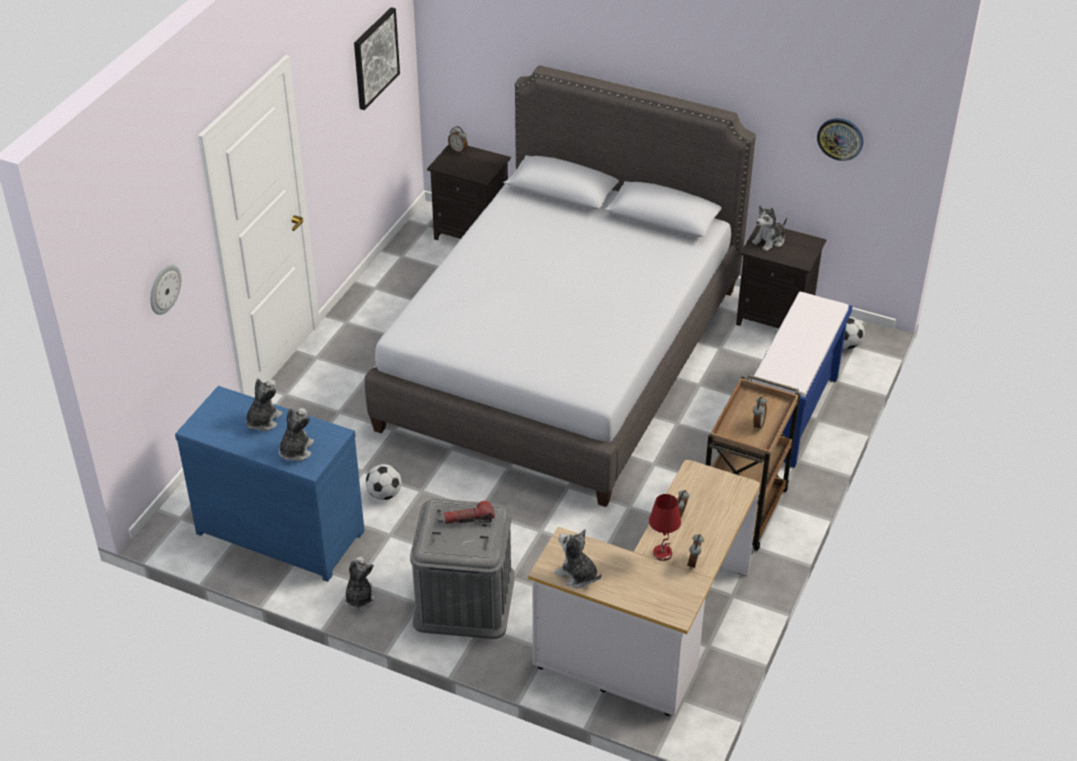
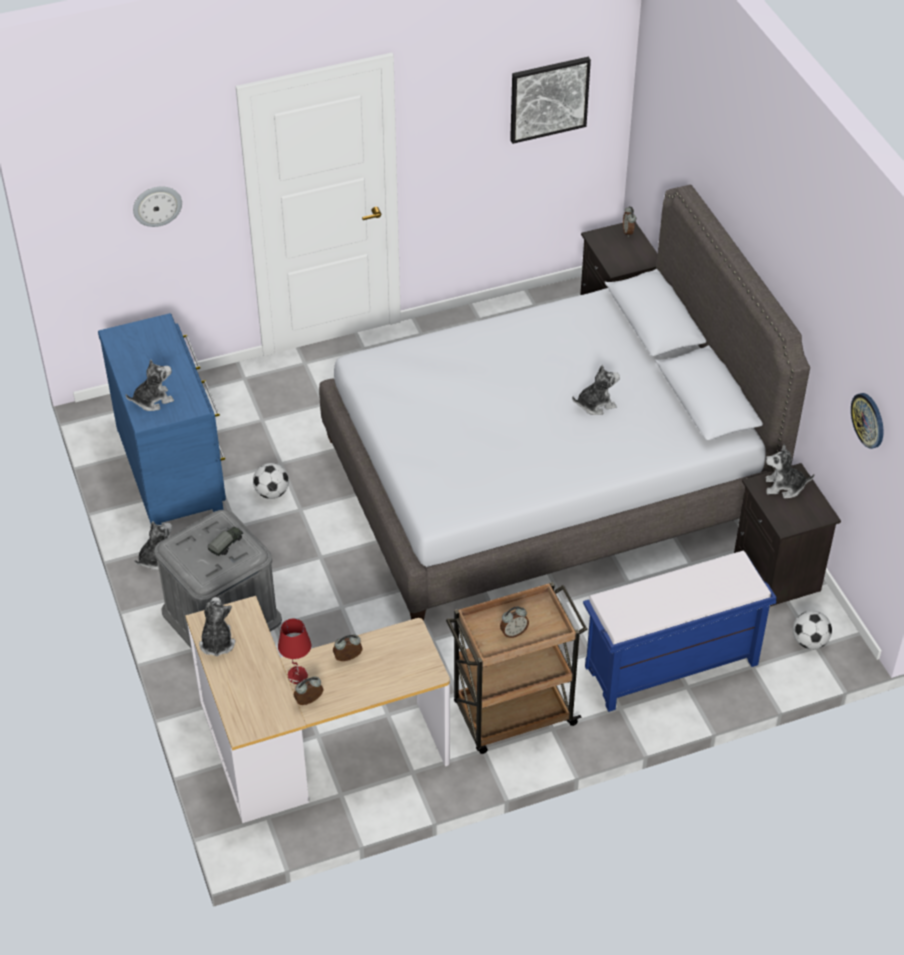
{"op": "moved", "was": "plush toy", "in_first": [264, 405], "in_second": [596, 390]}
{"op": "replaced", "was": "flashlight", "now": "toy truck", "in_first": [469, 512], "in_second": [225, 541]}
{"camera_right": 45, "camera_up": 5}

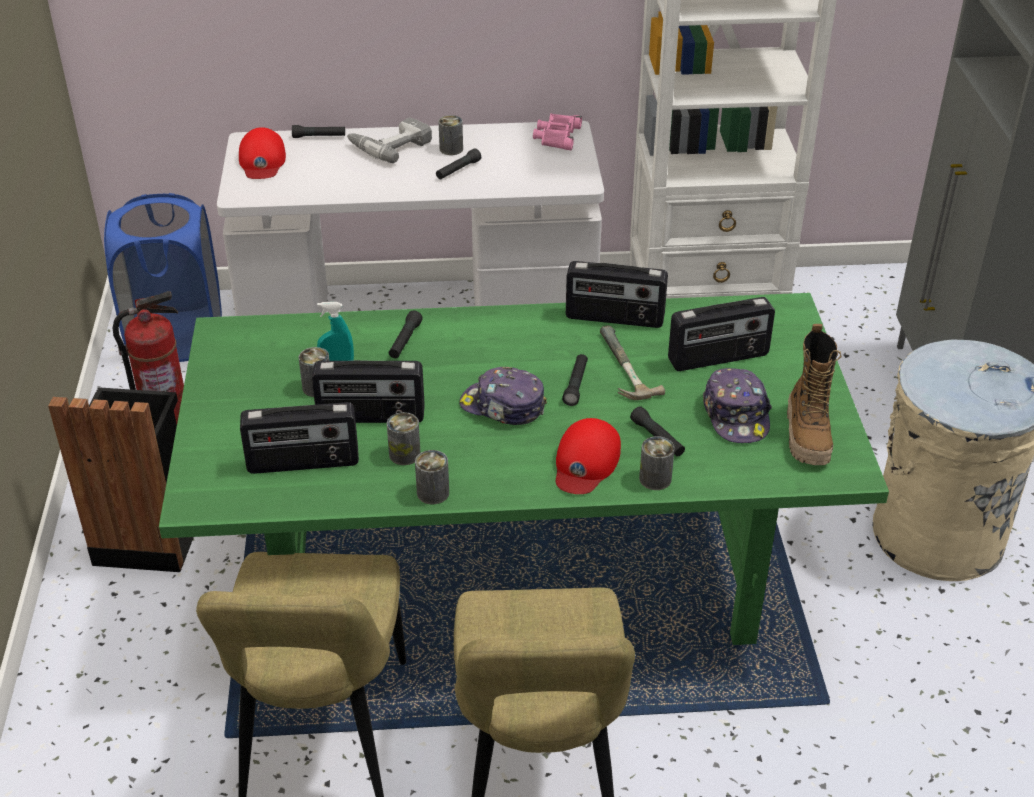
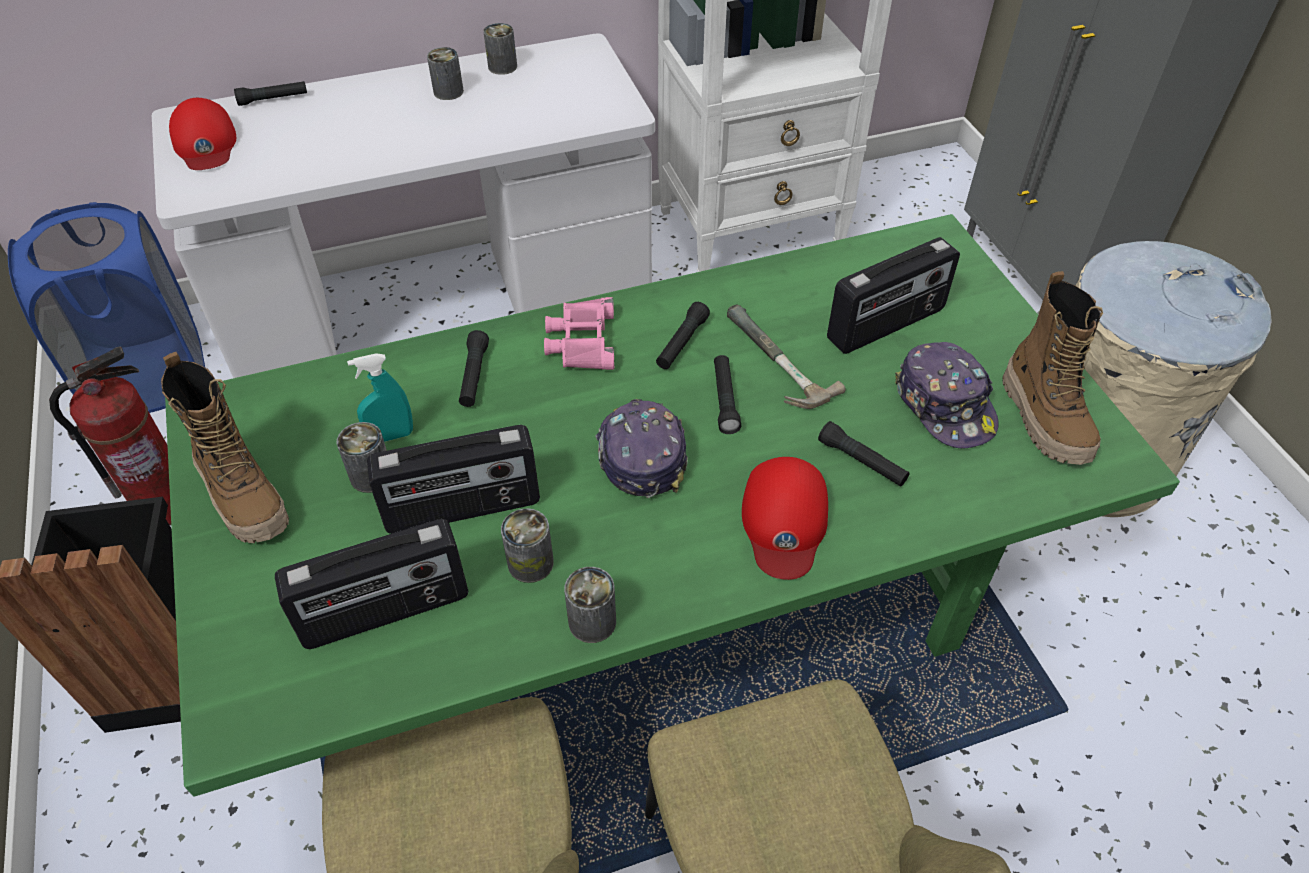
{"op": "removed", "was": "power drill", "in_first": [389, 140]}
{"op": "moved", "was": "flashlight/black", "in_first": [458, 163], "in_second": [683, 335]}
{"op": "turned", "was": "cap", "in_first": [503, 396], "in_second": [641, 448], "clockwise": 75}
{"op": "moved", "was": "binoculars/pink", "in_first": [557, 131], "in_second": [579, 333]}
{"op": "removed", "was": "radio", "in_first": [617, 294]}
{"op": "moved", "was": "can", "in_first": [657, 463], "in_second": [500, 49]}
{"op": "added", "now": "boot", "in_second": [225, 447]}
{"camera_right": -15, "camera_up": 10}

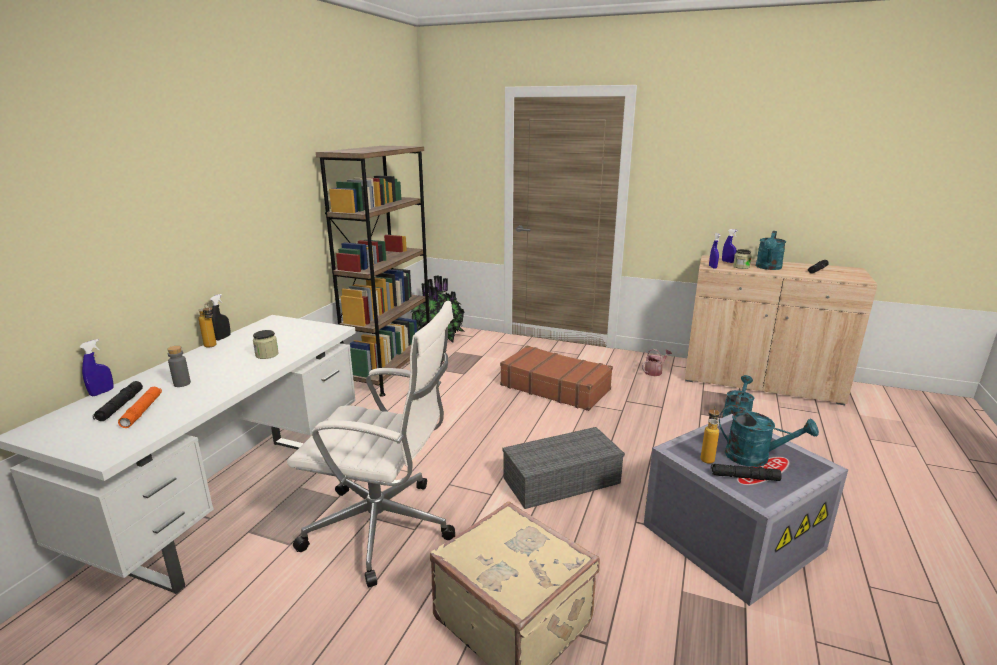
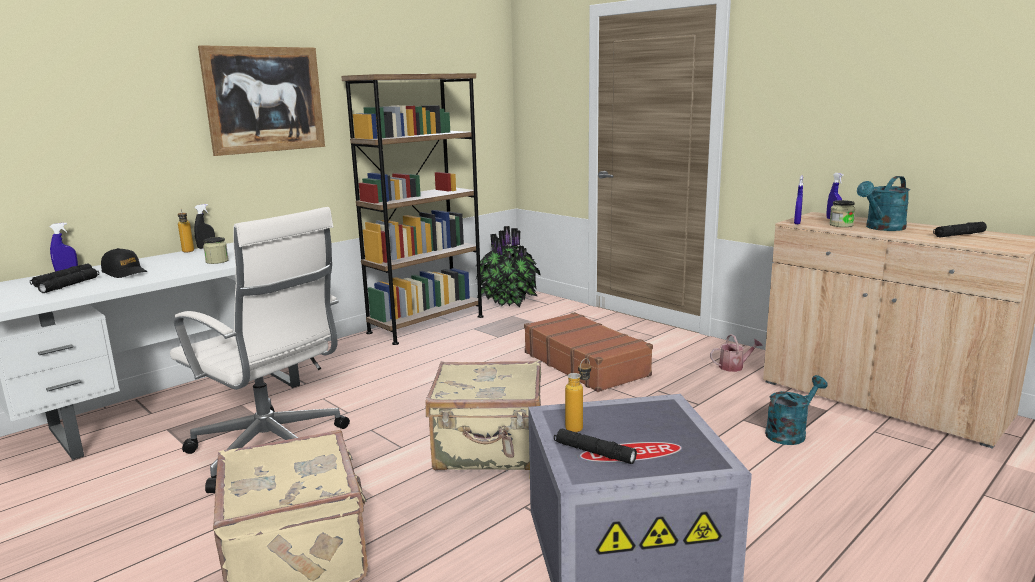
{"op": "recoloured", "was": "flashlight/orange", "now": "flashlight/black", "in_first": [140, 407], "in_second": [68, 280]}
{"op": "replaced", "was": "bottle/grey", "now": "cap/black", "in_first": [179, 366], "in_second": [124, 263]}
{"op": "replaced", "was": "storage box/grey", "now": "suitcase/beige", "in_first": [564, 468], "in_second": [483, 415]}
{"op": "removed", "was": "watering can/turquoise", "in_first": [769, 436]}
{"op": "added", "now": "picture", "in_second": [261, 100]}
{"camera_right": 25, "camera_up": -5}

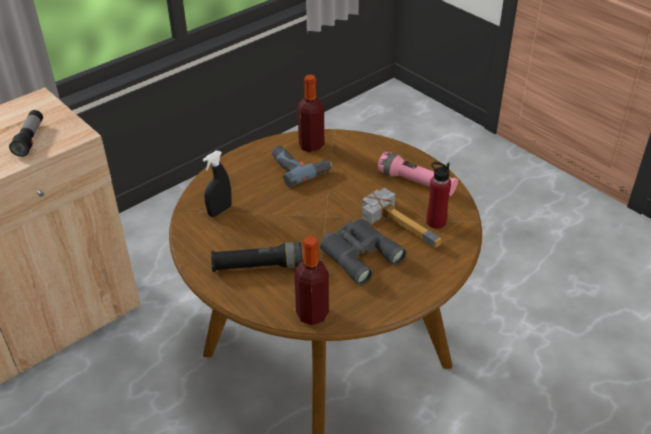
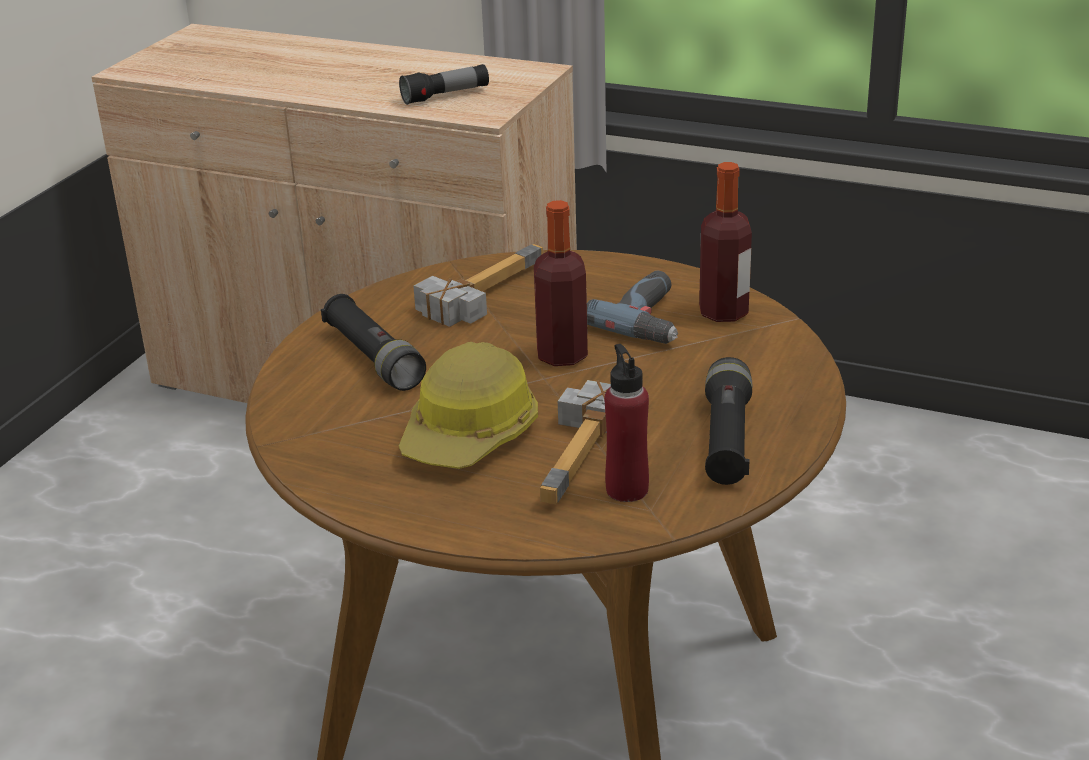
{"op": "replaced", "was": "spray bottle/black", "now": "hammer", "in_first": [217, 184], "in_second": [478, 285]}
{"op": "moved", "was": "bottle", "in_first": [311, 280], "in_second": [561, 283]}
{"op": "replaced", "was": "binoculars/grey", "now": "hard hat", "in_first": [363, 252], "in_second": [468, 405]}
{"op": "recoloured", "was": "flashlight/pink", "now": "flashlight/black", "in_first": [418, 174], "in_second": [728, 421]}
{"camera_right": 65, "camera_up": -10}

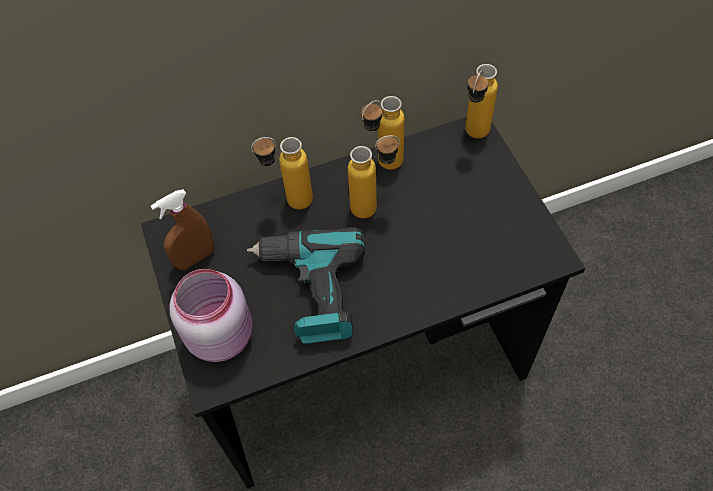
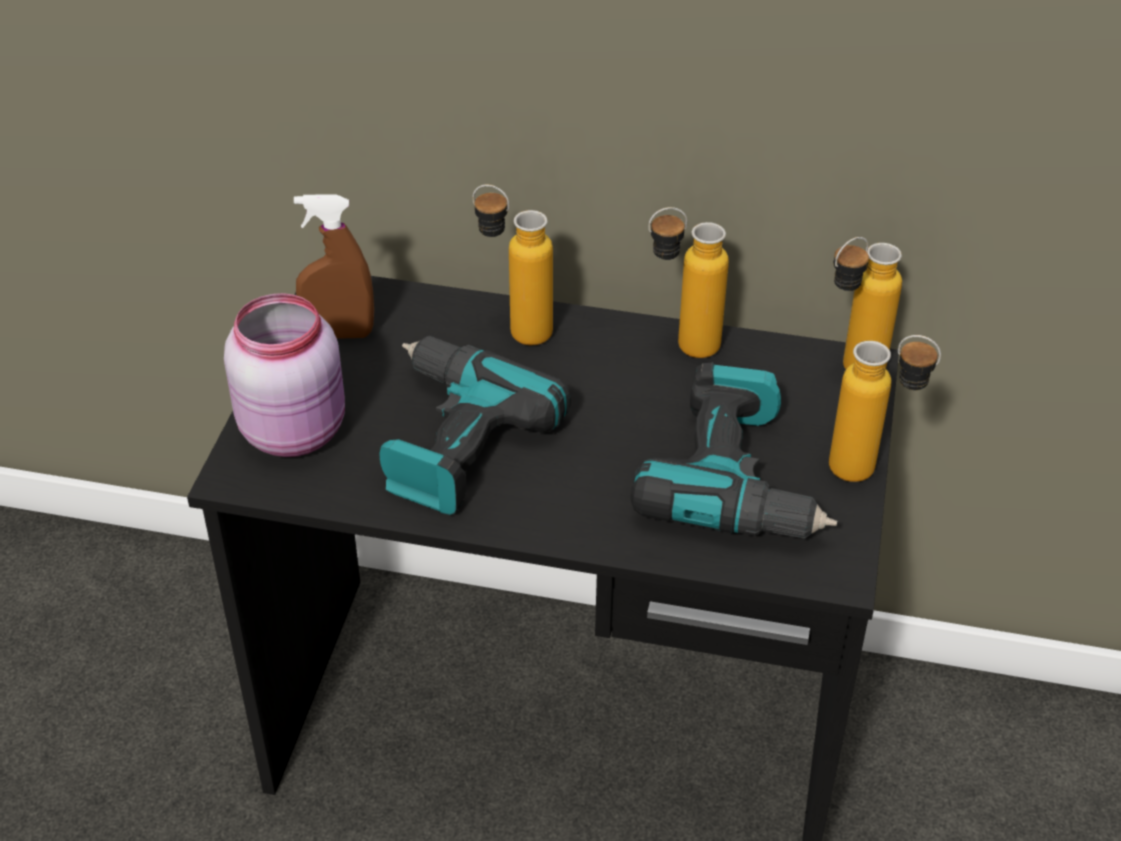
{"op": "moved", "was": "bottle", "in_first": [374, 176], "in_second": [885, 408]}
{"op": "added", "now": "power drill", "in_second": [733, 450]}
{"camera_right": 30, "camera_up": -15}

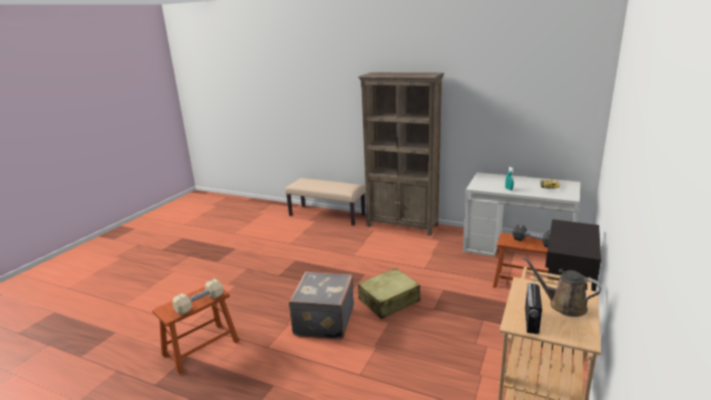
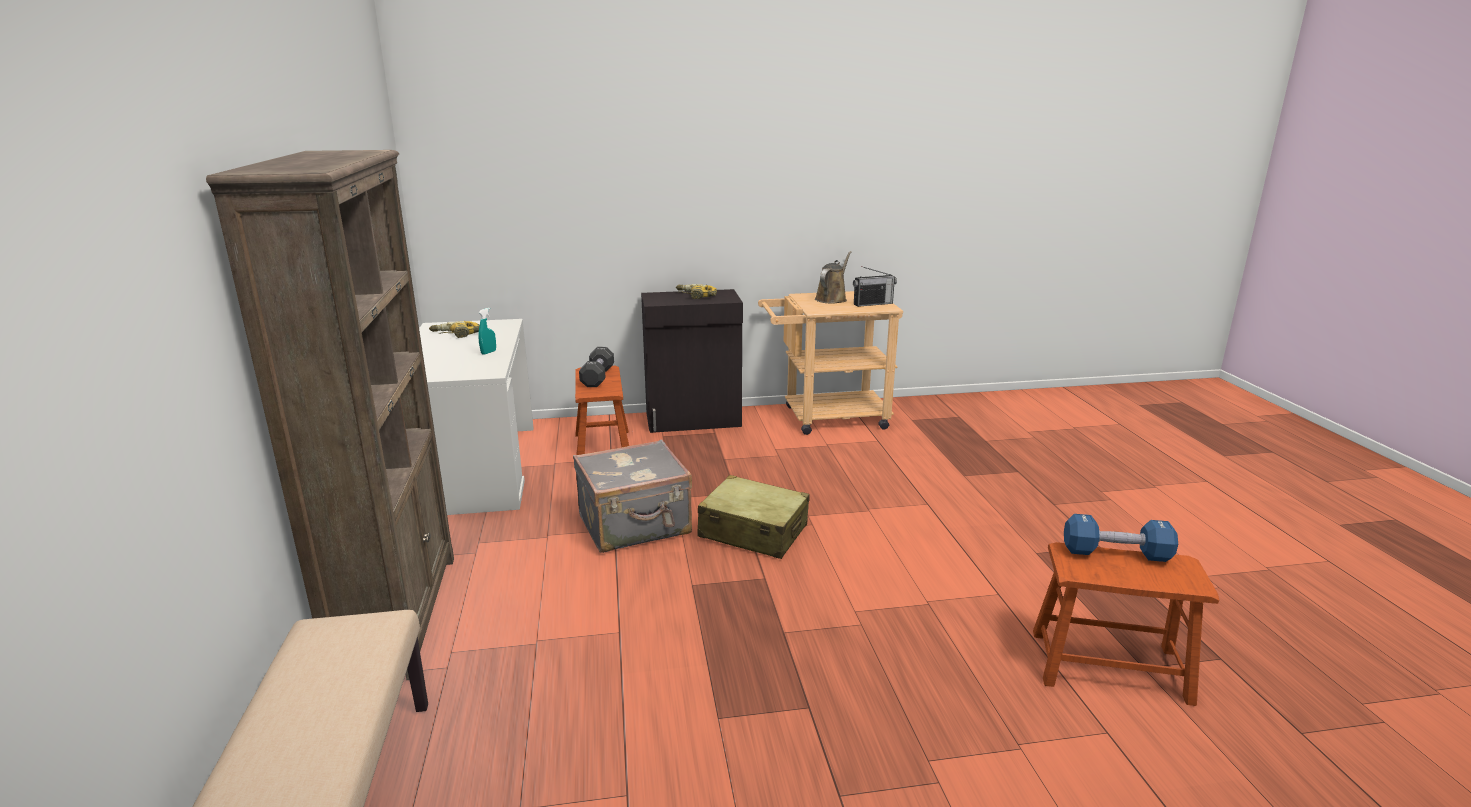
{"op": "recoloured", "was": "dumbbell/beige", "now": "dumbbell/blue", "in_first": [197, 297], "in_second": [1121, 538]}
{"op": "moved", "was": "suitcase/grey", "in_first": [321, 305], "in_second": [632, 496]}
{"op": "turned", "was": "watering can/brown", "in_first": [562, 287], "in_second": [833, 277], "clockwise": -150}
{"op": "added", "now": "power drill", "in_second": [696, 291]}
{"camera_right": -125, "camera_up": 0}

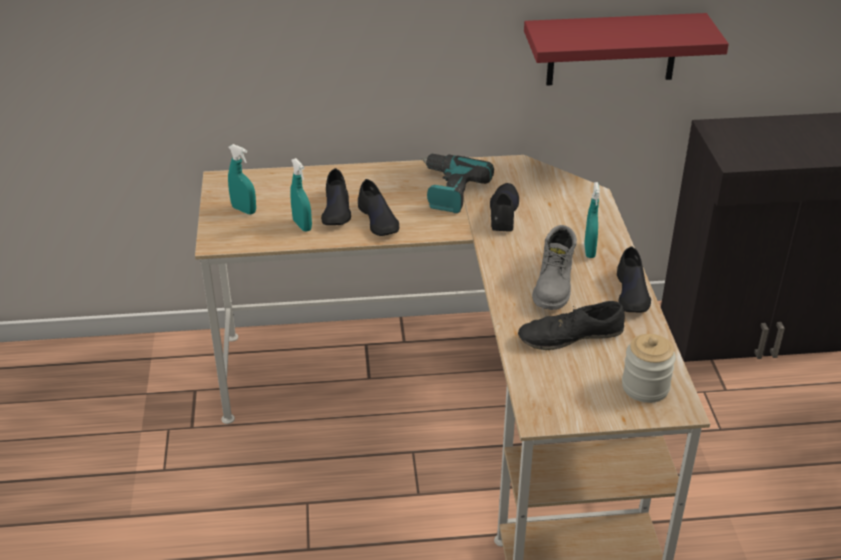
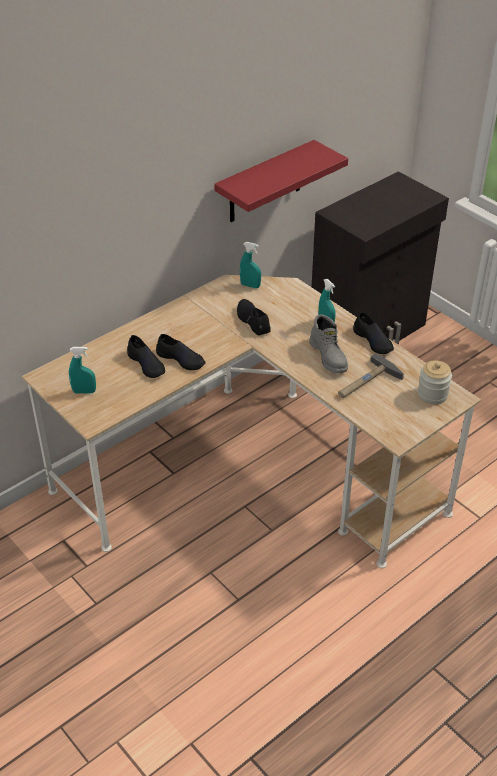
{"op": "moved", "was": "spray bottle/turquoise", "in_first": [301, 195], "in_second": [250, 265]}
{"op": "removed", "was": "power drill", "in_first": [457, 183]}
{"op": "replaced", "was": "shoe/black", "now": "hammer", "in_first": [571, 325], "in_second": [371, 375]}
{"camera_right": -35, "camera_up": 5}

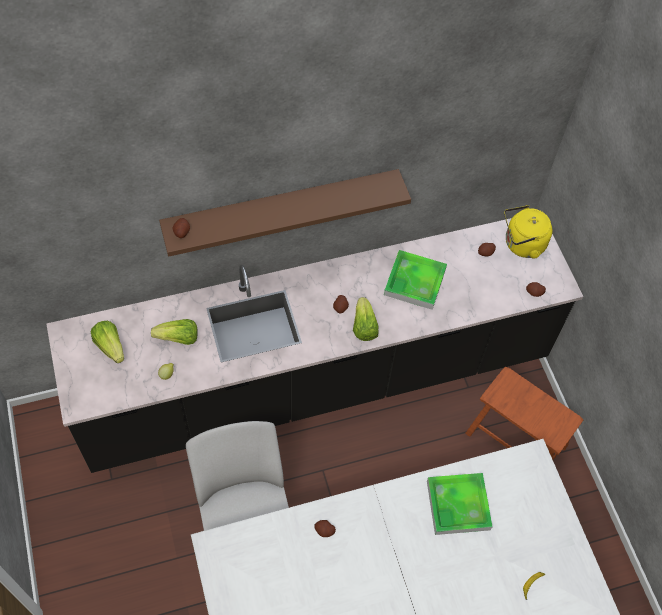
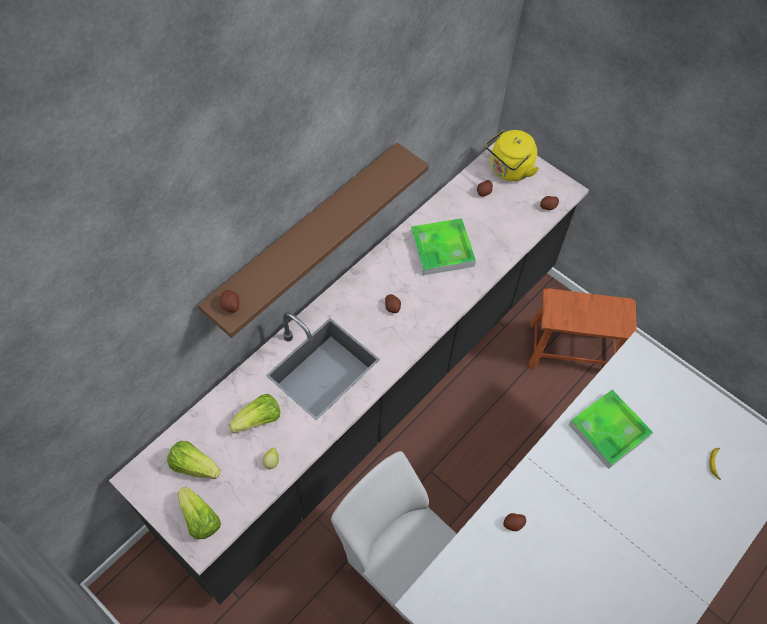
{"op": "moved", "was": "lettuce", "in_first": [366, 319], "in_second": [199, 513]}
{"camera_right": -30, "camera_up": 0}

